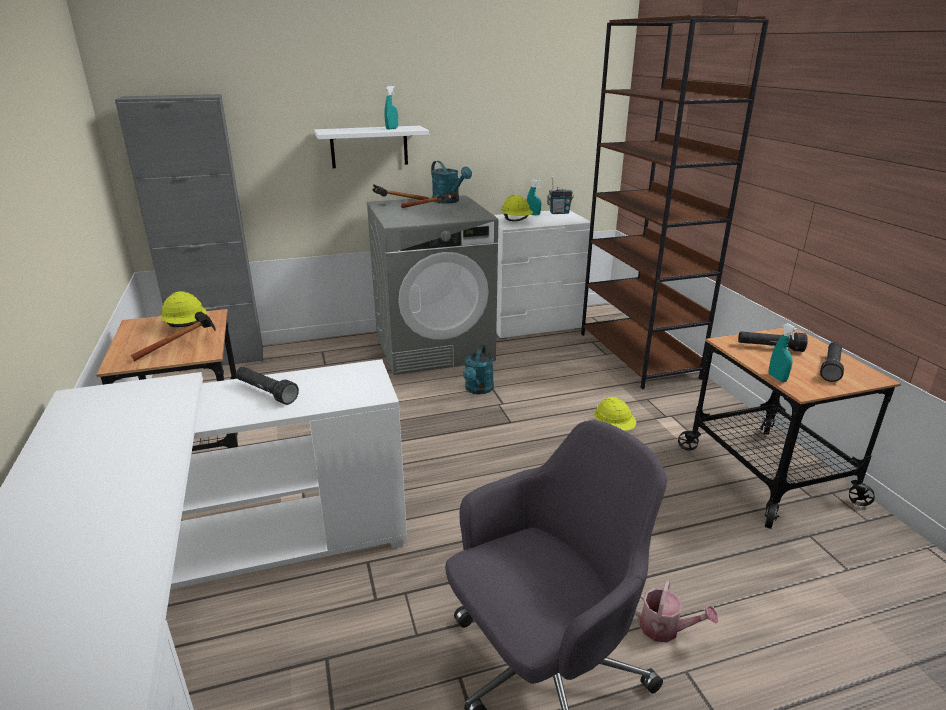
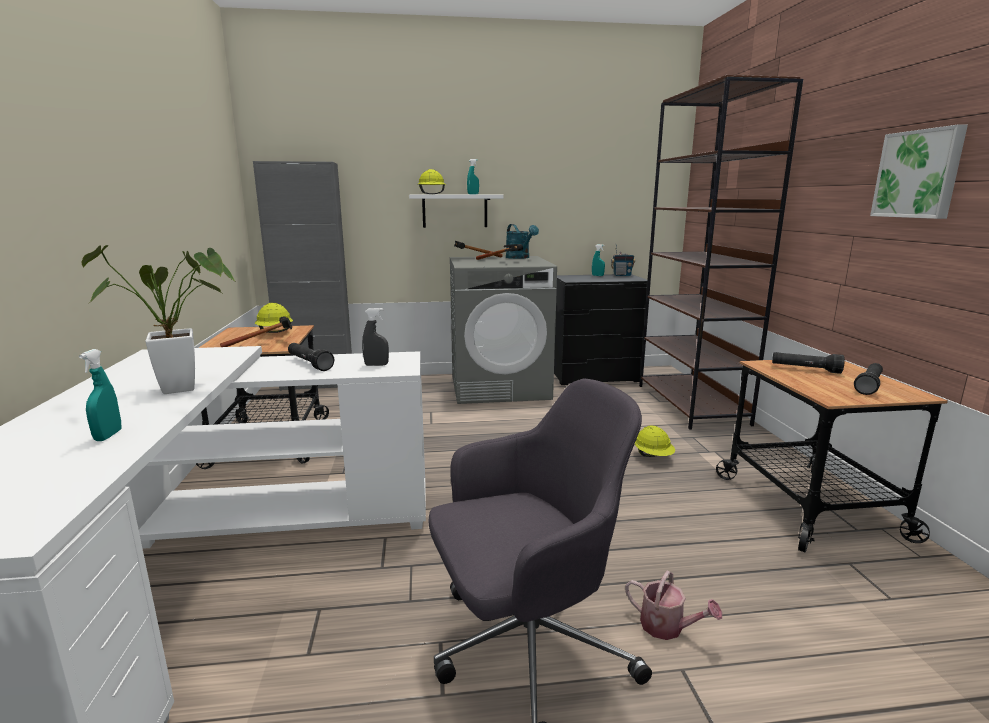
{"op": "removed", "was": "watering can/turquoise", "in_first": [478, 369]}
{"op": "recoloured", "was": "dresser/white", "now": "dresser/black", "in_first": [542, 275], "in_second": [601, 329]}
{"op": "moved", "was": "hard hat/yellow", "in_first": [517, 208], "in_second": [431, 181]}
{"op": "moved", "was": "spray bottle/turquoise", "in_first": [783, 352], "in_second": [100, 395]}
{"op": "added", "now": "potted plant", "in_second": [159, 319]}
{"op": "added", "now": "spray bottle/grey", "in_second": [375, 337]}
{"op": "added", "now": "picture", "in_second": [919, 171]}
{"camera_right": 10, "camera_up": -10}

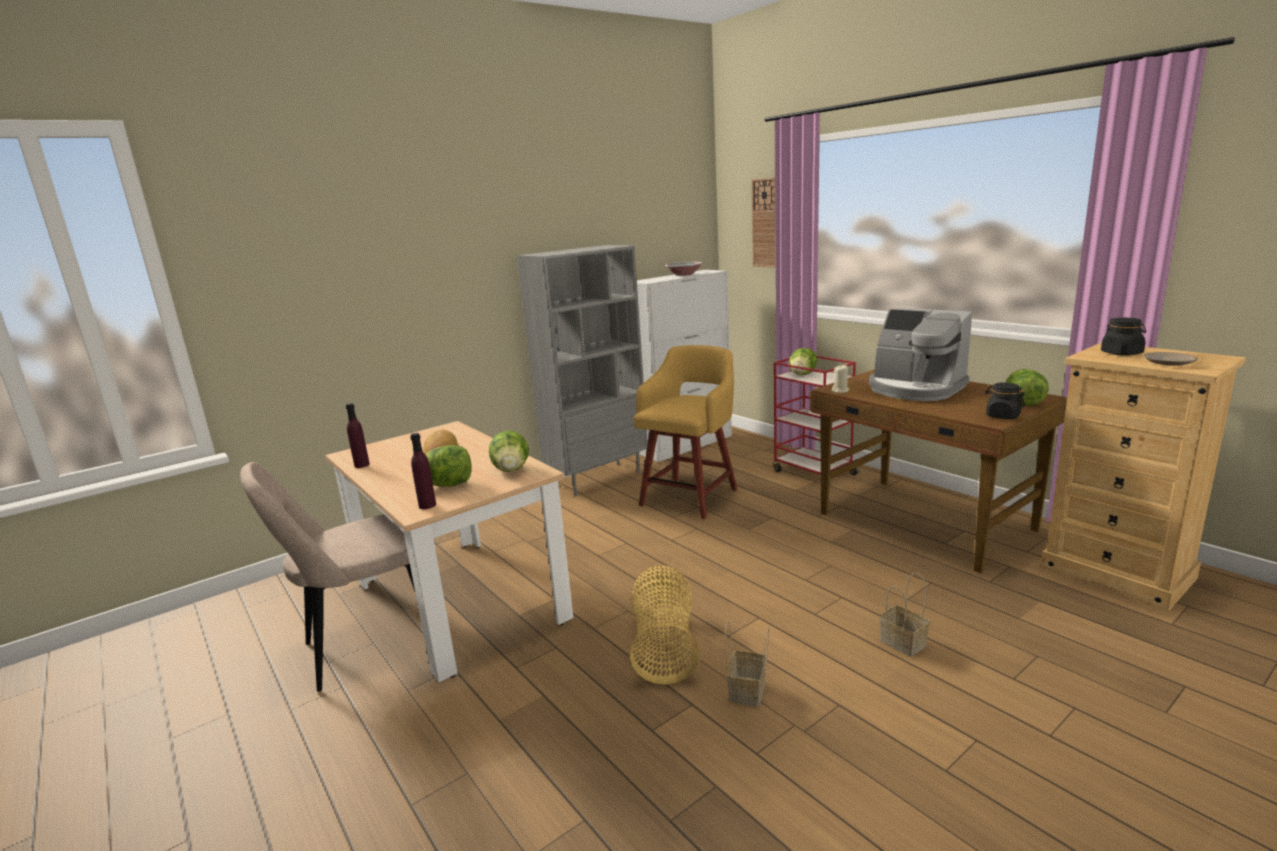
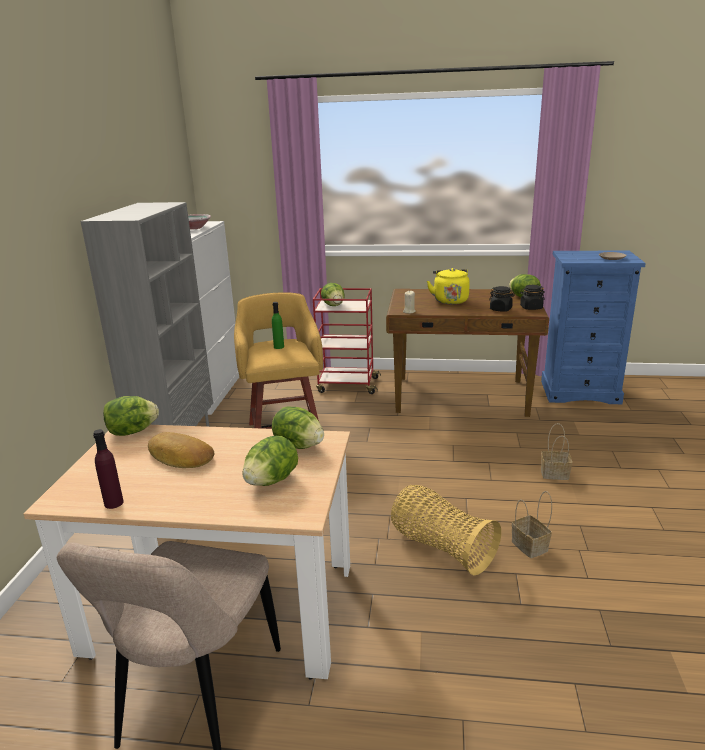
{"op": "removed", "was": "bottle/purple", "in_first": [423, 471]}
{"op": "removed", "was": "wall clock", "in_first": [764, 222]}
{"op": "replaced", "was": "coffee machine", "now": "kettle/yellow", "in_first": [920, 354], "in_second": [448, 286]}
{"op": "recoloured", "was": "dresser/beige", "now": "dresser/blue", "in_first": [1143, 477], "in_second": [593, 327]}
{"op": "moved", "was": "jar/black", "in_first": [1123, 337], "in_second": [502, 299]}
{"op": "added", "now": "lettuce", "in_second": [131, 416]}
{"op": "added", "now": "bottle/green", "in_second": [278, 325]}
{"camera_right": -45, "camera_up": 5}

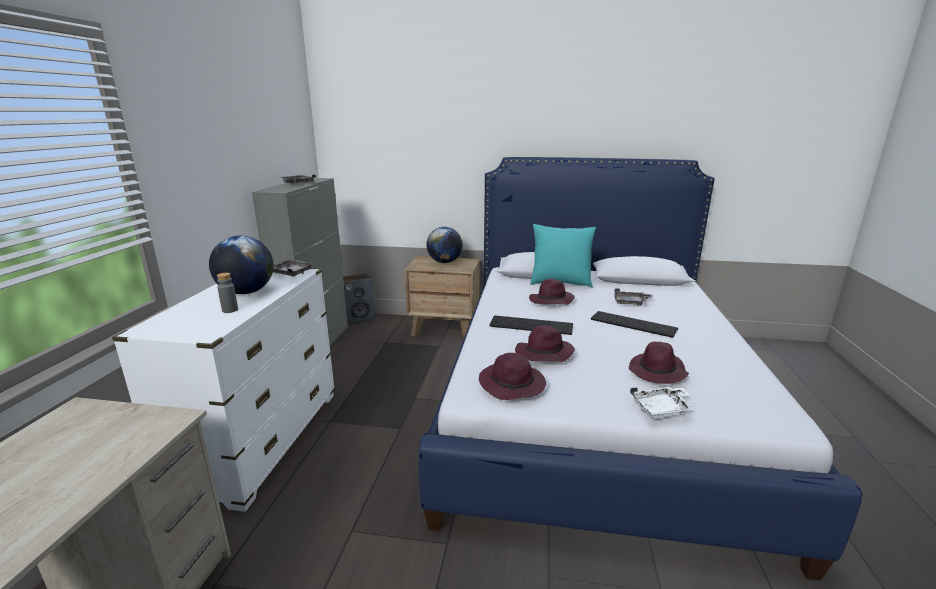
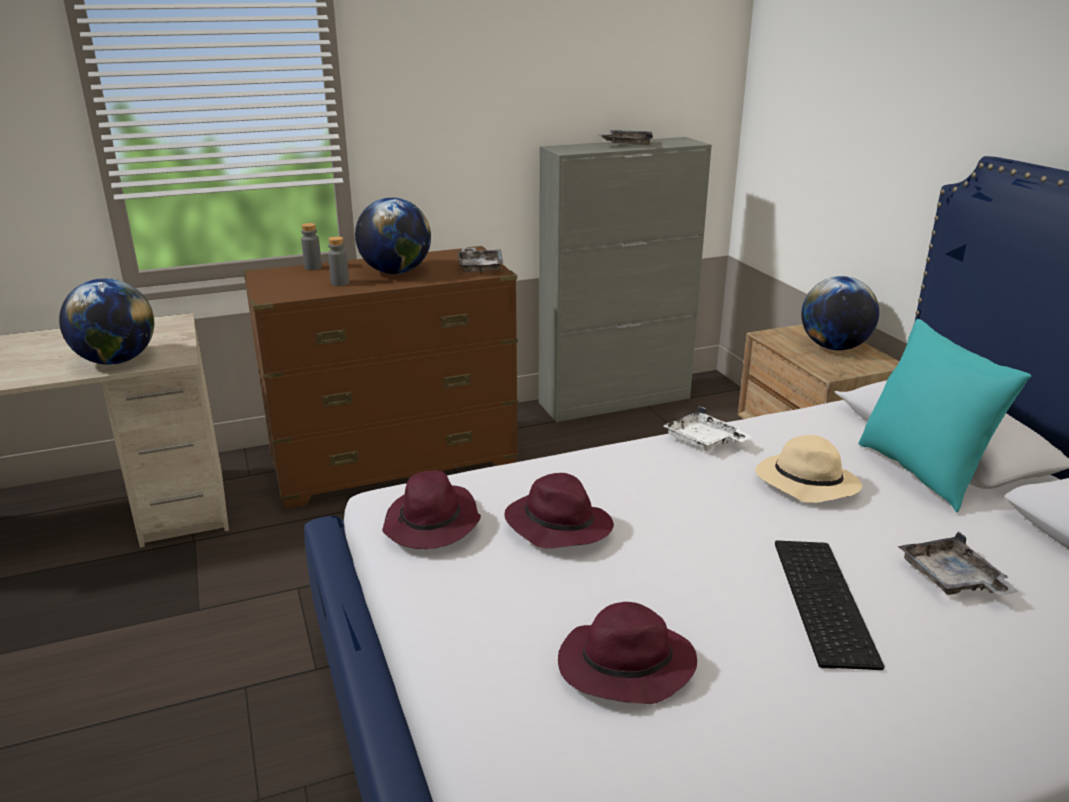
{"op": "recoloured", "was": "dresser/white", "now": "dresser/brown", "in_first": [223, 390], "in_second": [381, 377]}
{"op": "removed", "was": "speaker", "in_first": [359, 299]}
{"op": "removed", "was": "keyboard", "in_first": [531, 325]}
{"op": "recoloured", "was": "hat/purple", "now": "hat/beige", "in_first": [552, 292], "in_second": [809, 469]}
{"op": "moved", "was": "tray/white", "in_first": [662, 403], "in_second": [708, 428]}
{"op": "added", "now": "globe", "in_second": [106, 321]}
{"op": "added", "now": "bottle/grey", "in_second": [311, 246]}
{"camera_right": 60, "camera_up": 5}

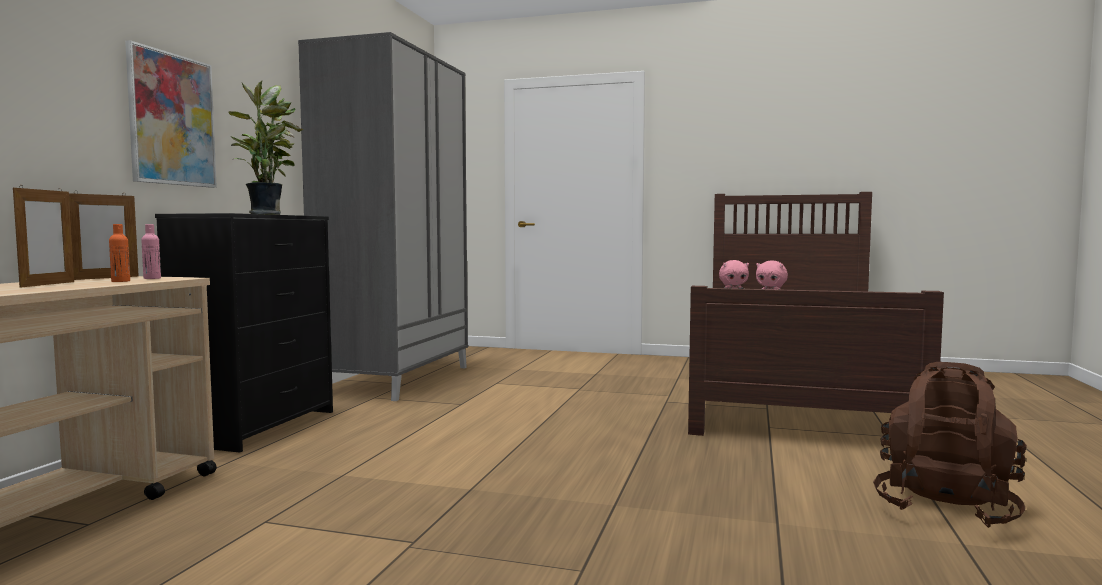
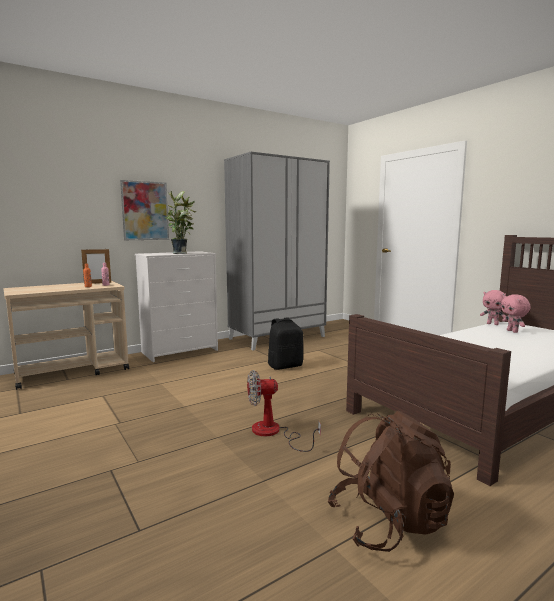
{"op": "removed", "was": "picture frame", "in_first": [43, 238]}
{"op": "recoloured", "was": "dresser/black", "now": "dresser/white", "in_first": [244, 333], "in_second": [176, 306]}
{"op": "added", "now": "fan", "in_second": [284, 411]}
{"op": "added", "now": "backpack/black", "in_second": [285, 343]}
{"camera_right": 40, "camera_up": 5}

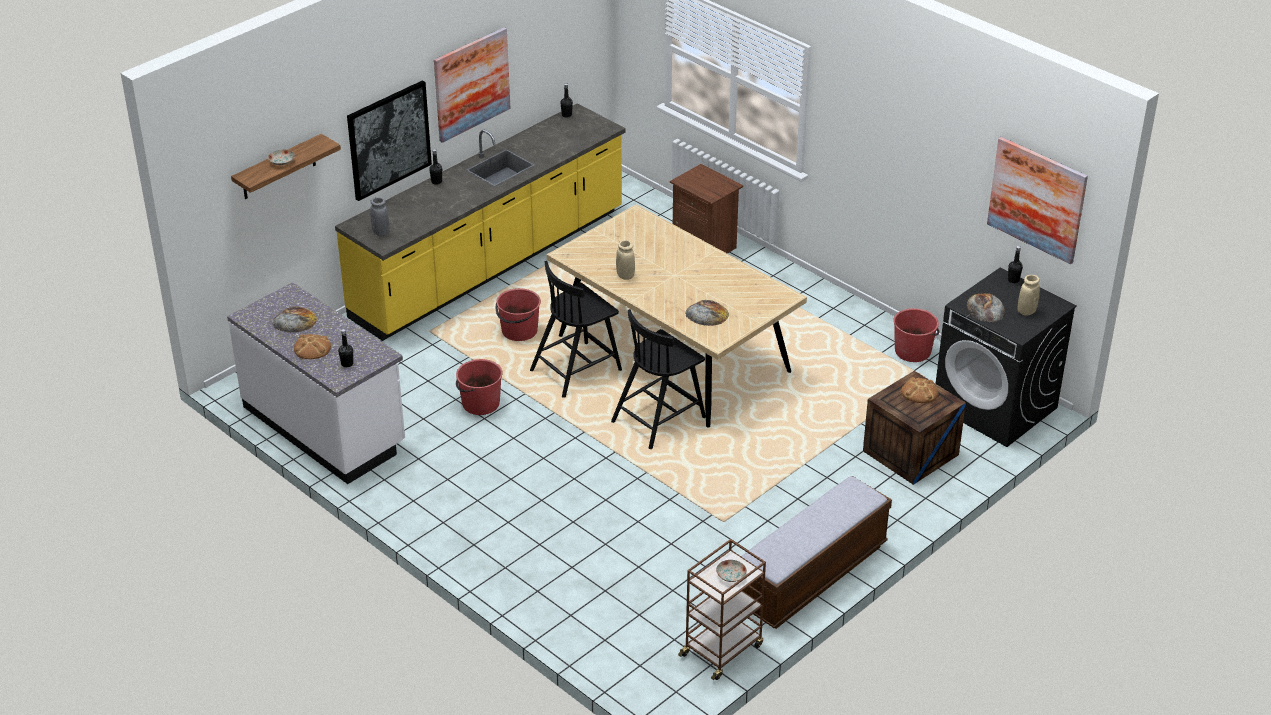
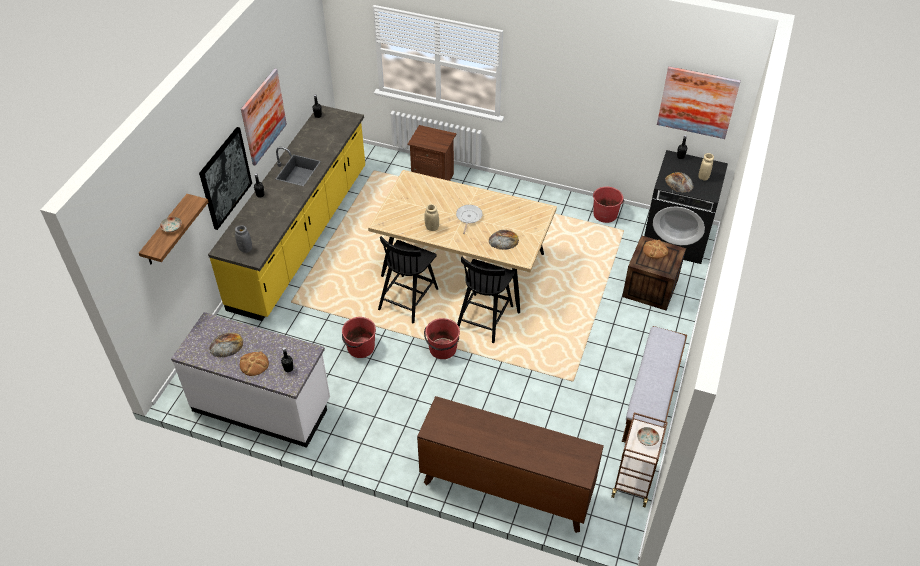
{"op": "moved", "was": "bucket/red", "in_first": [518, 314], "in_second": [442, 338]}
{"op": "added", "now": "dresser/brown", "in_second": [510, 464]}
{"op": "added", "now": "frying pan", "in_second": [469, 219]}
{"camera_right": -25, "camera_up": 10}

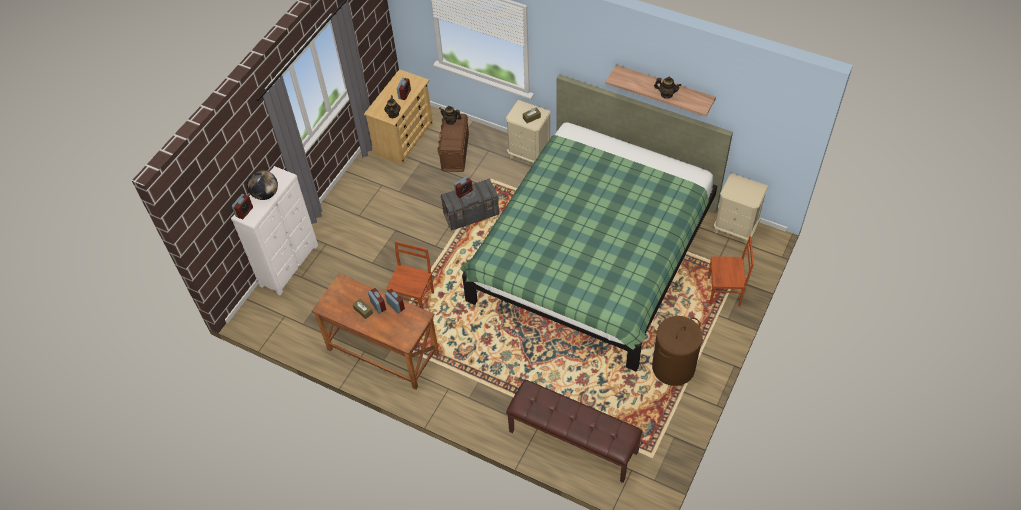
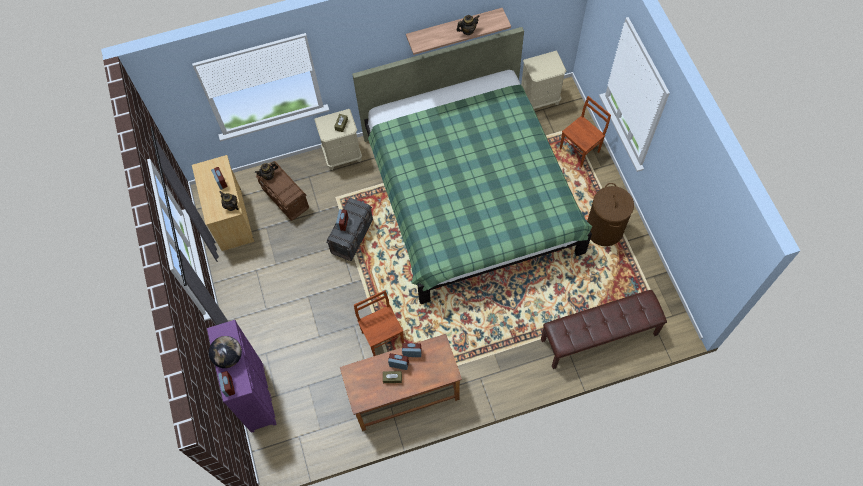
{"op": "recoloured", "was": "dresser/white", "now": "dresser/purple", "in_first": [274, 230], "in_second": [242, 376]}
{"camera_right": -45, "camera_up": 10}

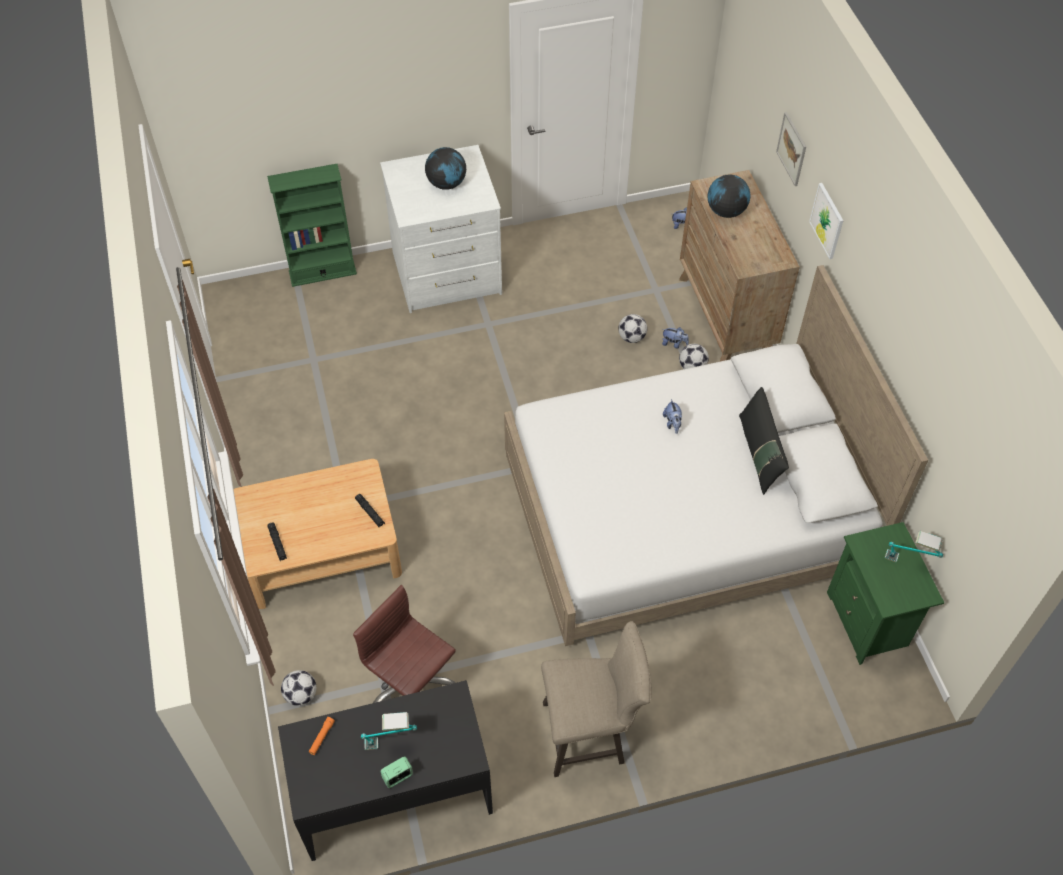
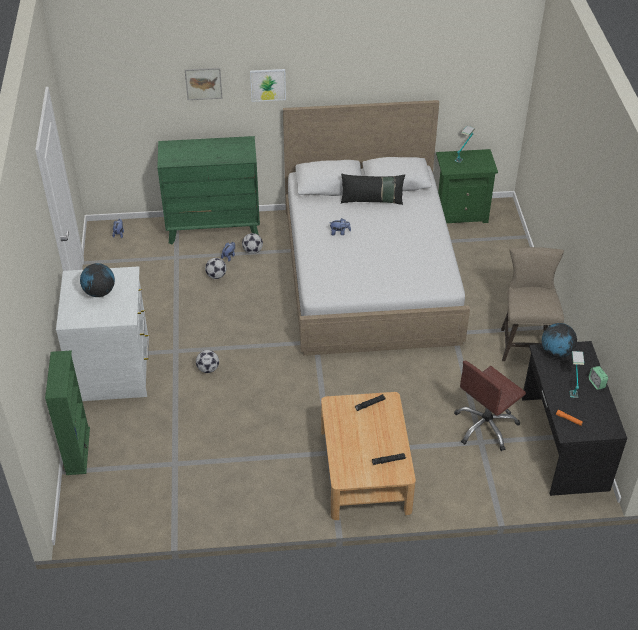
{"op": "moved", "was": "football", "in_first": [298, 688], "in_second": [207, 361]}
{"op": "recoloured", "was": "dresser/brown", "now": "dresser/green", "in_first": [739, 266], "in_second": [208, 190]}
{"op": "moved", "was": "globe", "in_first": [729, 196], "in_second": [559, 340]}
{"camera_right": -80, "camera_up": -10}

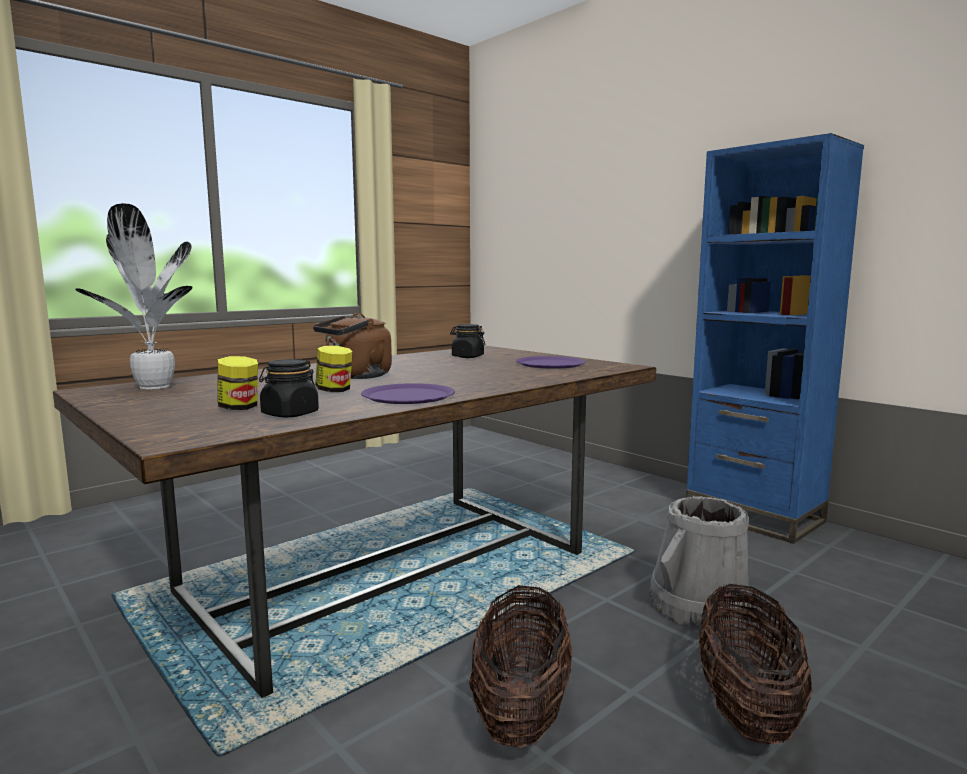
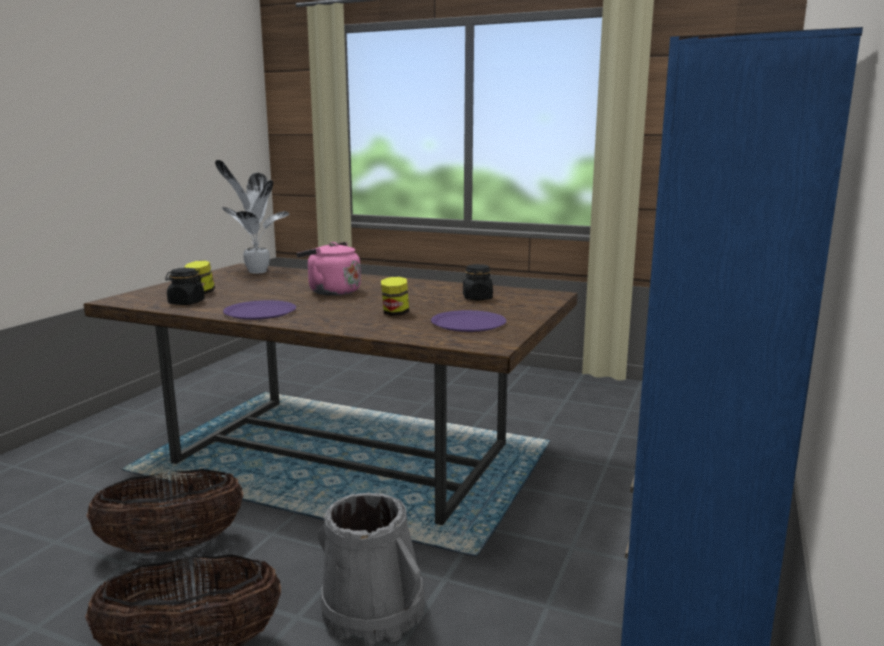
{"op": "recoloured", "was": "kettle/brown", "now": "kettle/pink", "in_first": [352, 346], "in_second": [328, 269]}
{"op": "moved", "was": "jar", "in_first": [334, 369], "in_second": [395, 296]}
{"camera_right": 65, "camera_up": 5}

